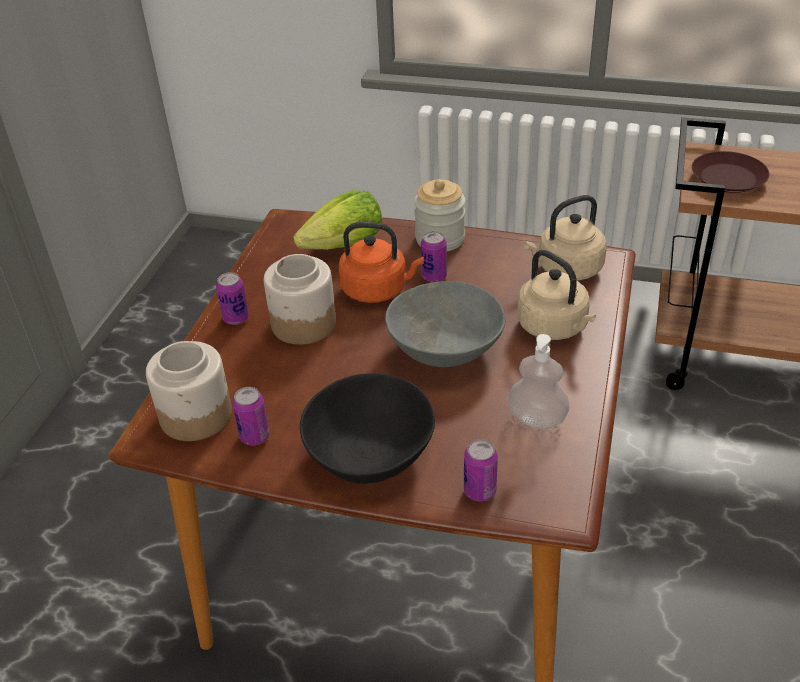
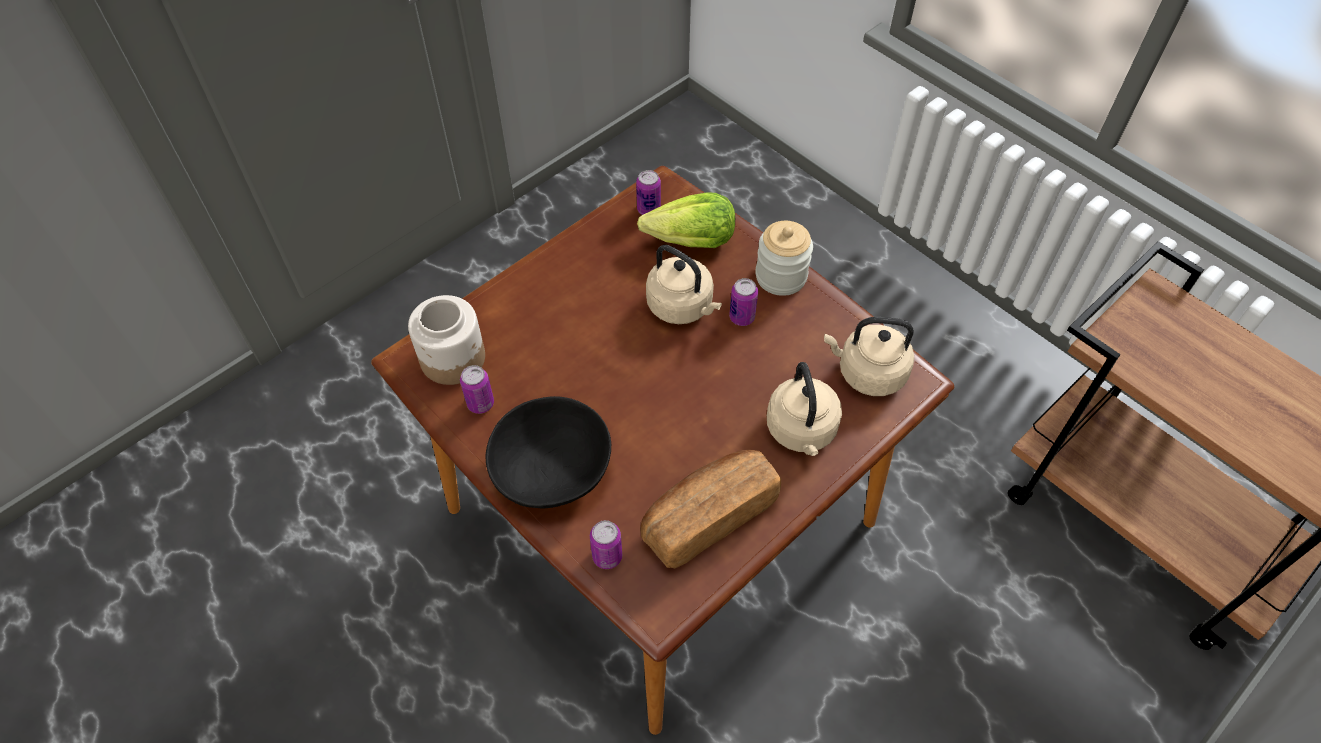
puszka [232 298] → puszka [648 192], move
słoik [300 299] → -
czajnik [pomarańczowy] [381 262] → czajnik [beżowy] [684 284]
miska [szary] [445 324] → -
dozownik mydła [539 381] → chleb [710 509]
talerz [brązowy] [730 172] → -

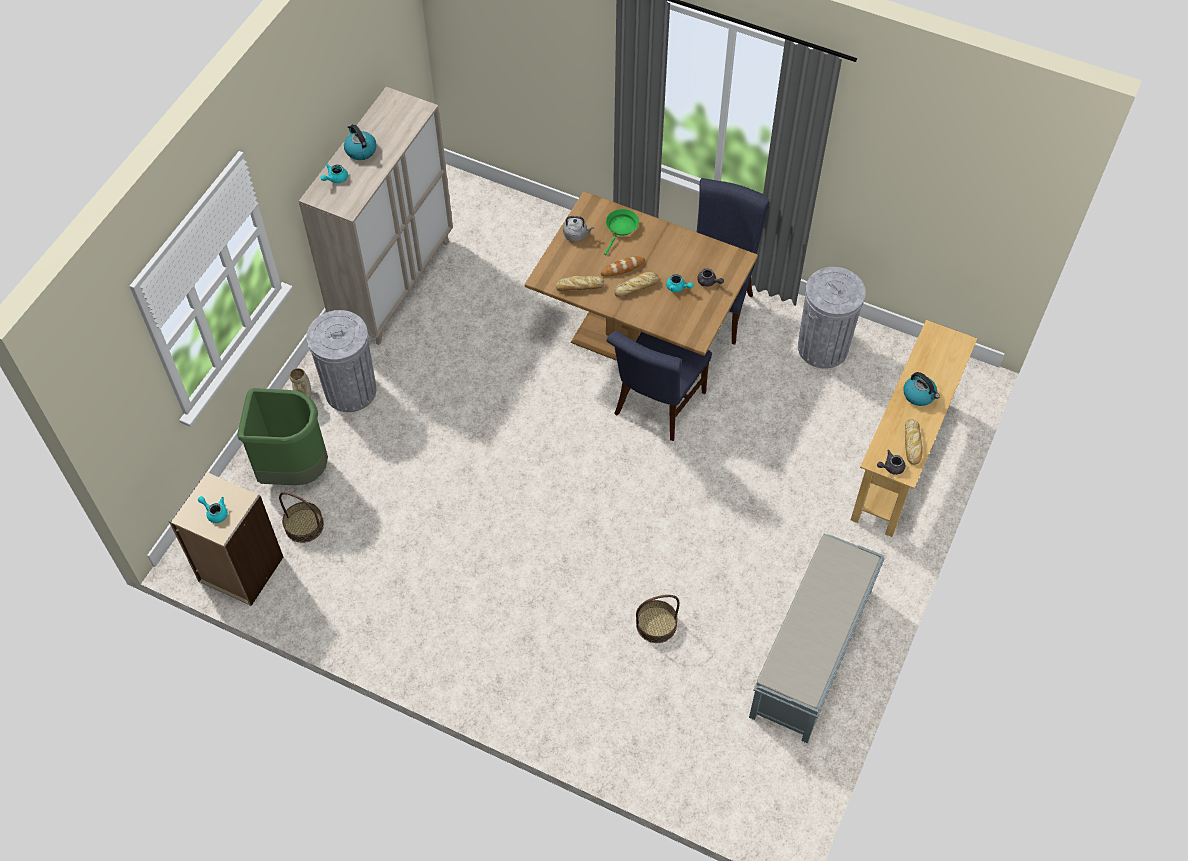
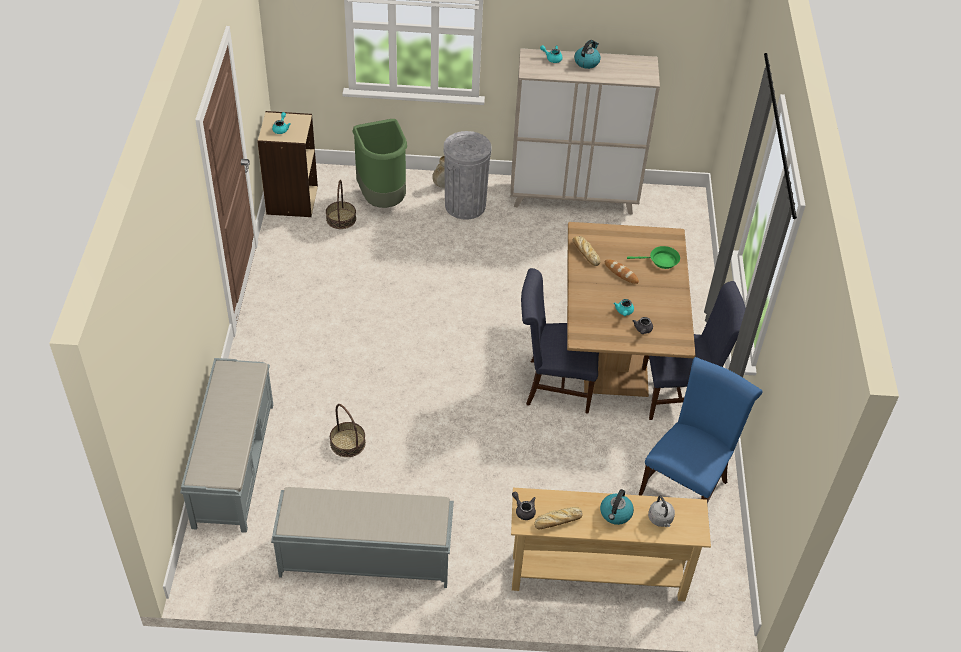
czajnik [szary] [578 229] → czajnik [szary] [661 511], move
chleb [636 284] → -
kosz na śmieci [szary] [832 318] → krzesło [niebieski] [701 430]
- → ławka [szary] [226 445]

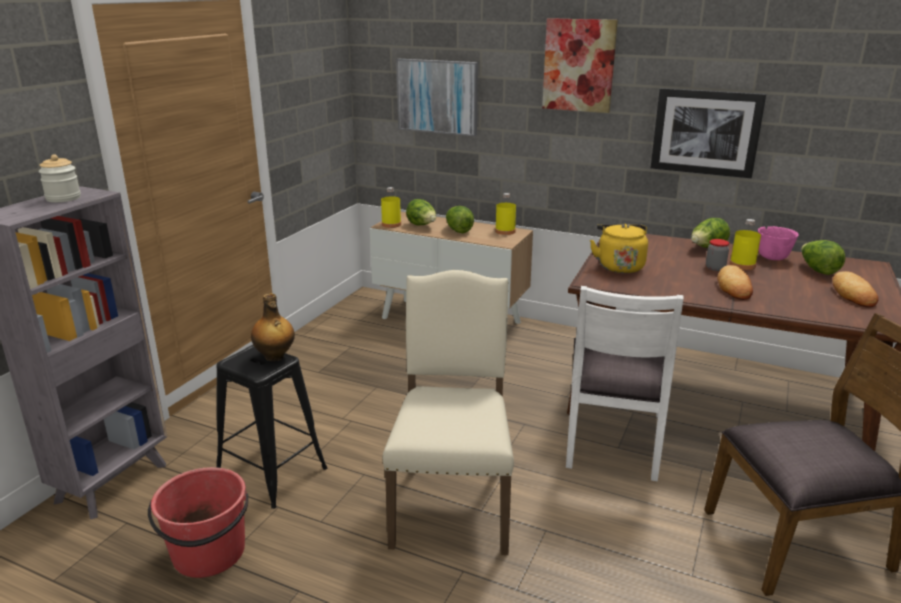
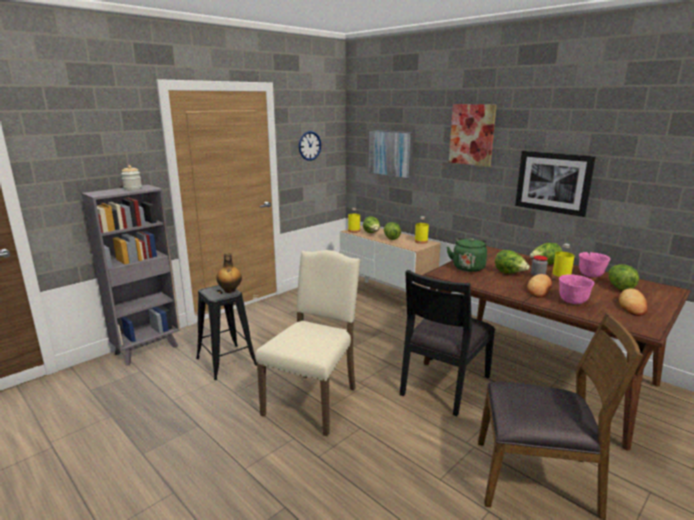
wiadro [czerwony] [198 522] → -
krzesło [biały] [624 384] → krzesło [czarny] [447 343]
czajnik [żółty] [619 248] → czajnik [zielony] [467 255]
- → zegar ścienny [310 146]
- → sałata [512 261]
- → miska [różowy] [576 289]

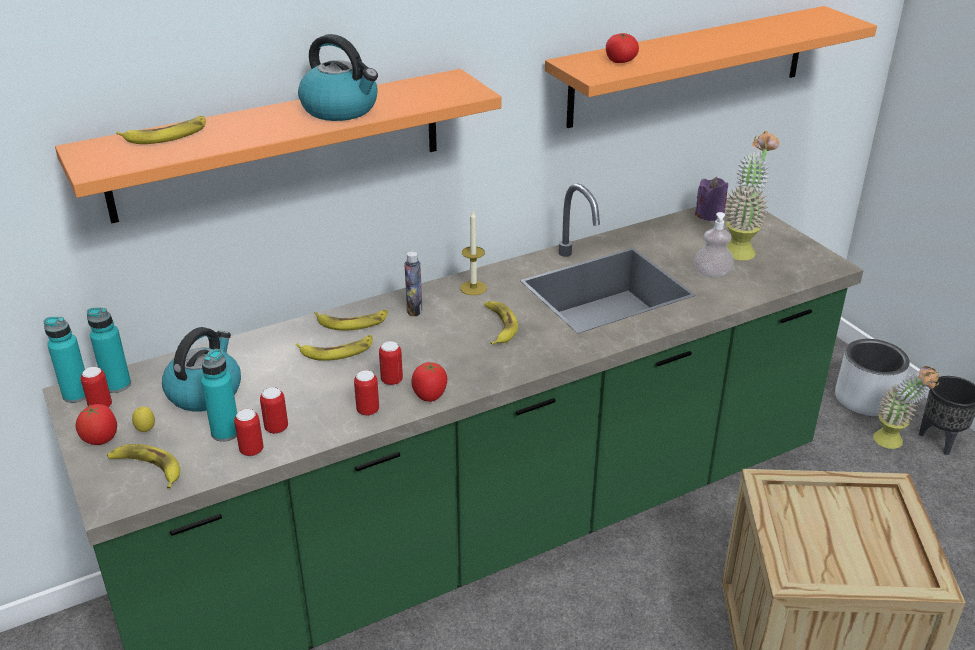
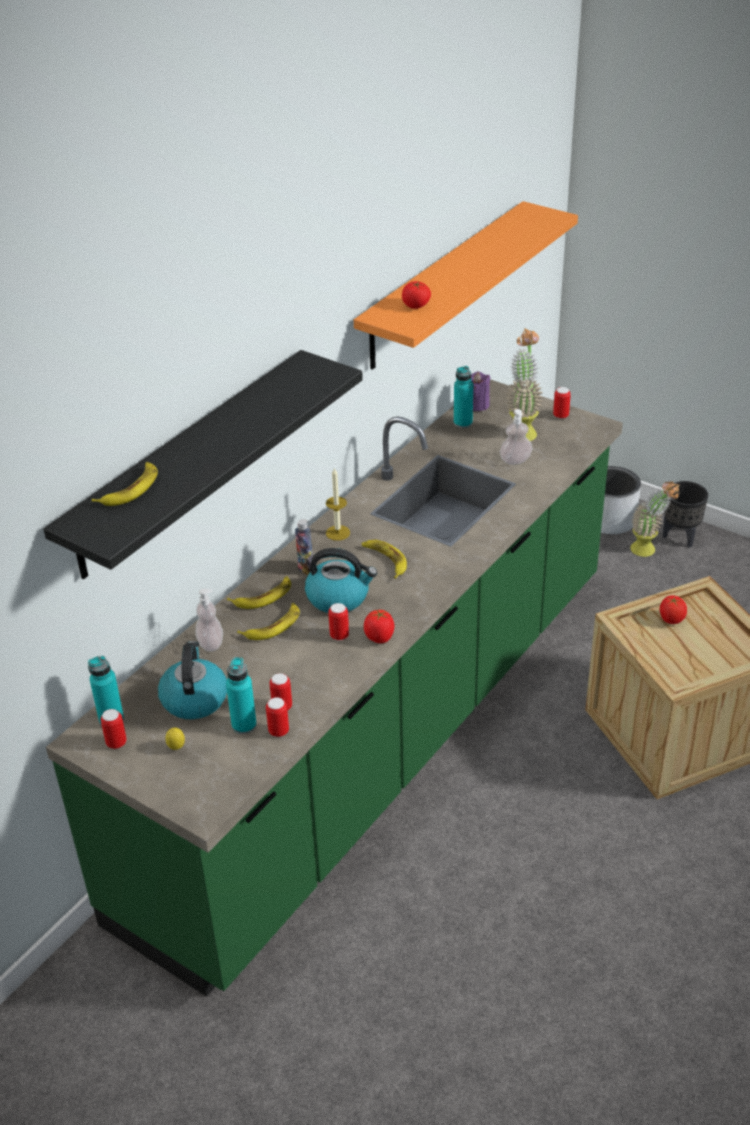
butelka [turkusowy] [65 360] → butelka [turkusowy] [463 397], move
półka [pomarańczowy] [278 146] → półka [czarny] [203 465]
pomidor [96 424] → pomidor [673 609], move
banan [143 466] → -
czajnik [338 77] → czajnik [341 580], move
puszka [366 393] → puszka [562 403], move
- → dozownik mydła [209 620]

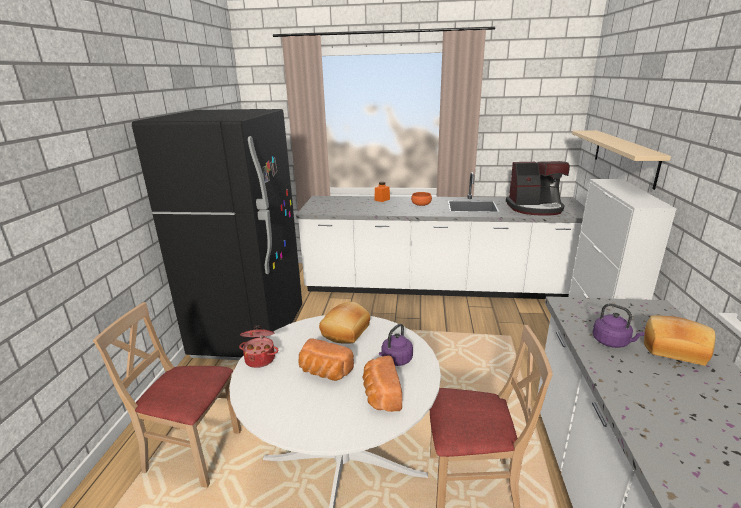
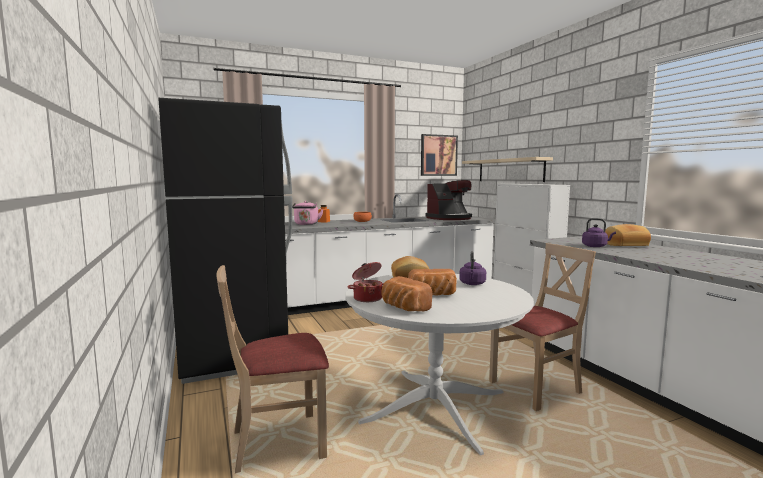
chleb [382 383] → chleb [406 293], move
- → czajnik [różowy] [308 213]
- → obraz [439 155]

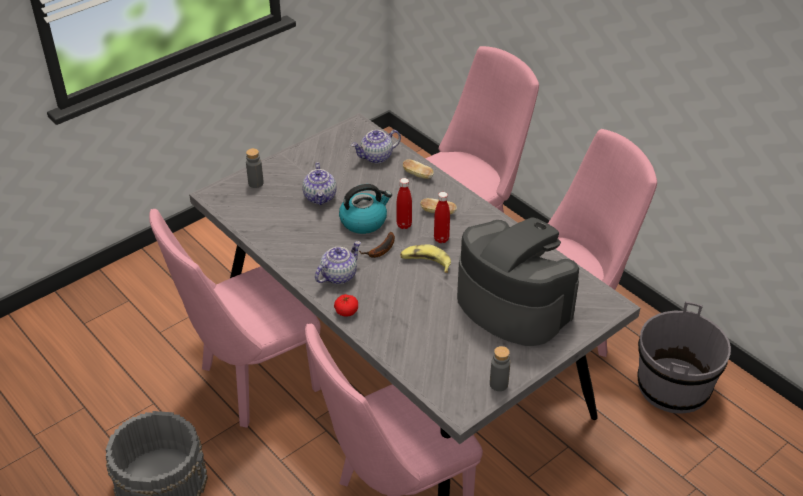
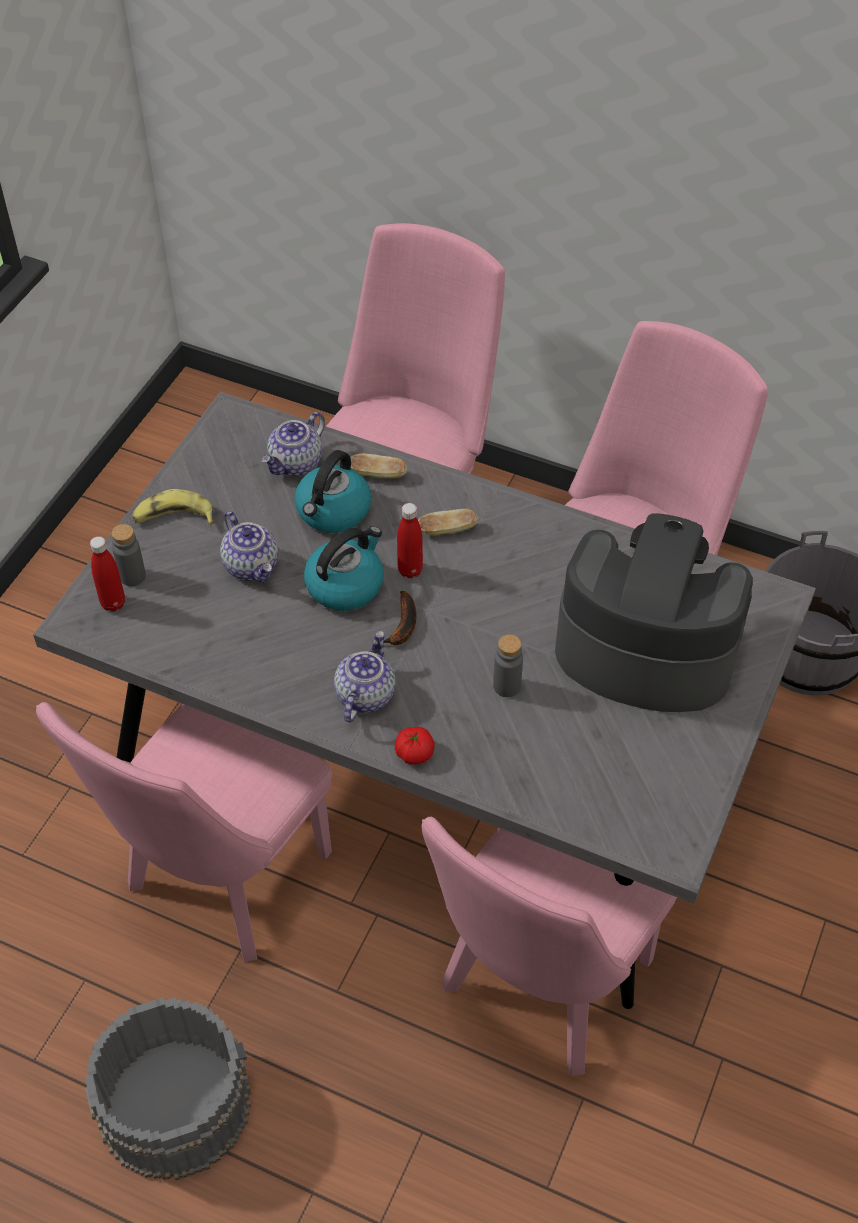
banan [425 258] → banan [173 507], move
butelka [czerwony] [442 217] → butelka [czerwony] [107 574], move
butelka [szary] [500 368] → butelka [szary] [508 665], move
- → czajnik [333 491]

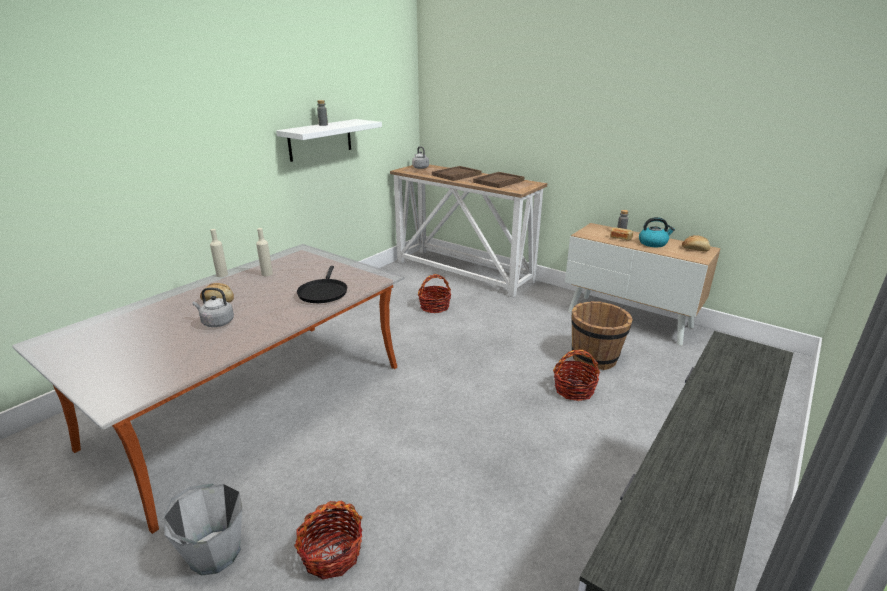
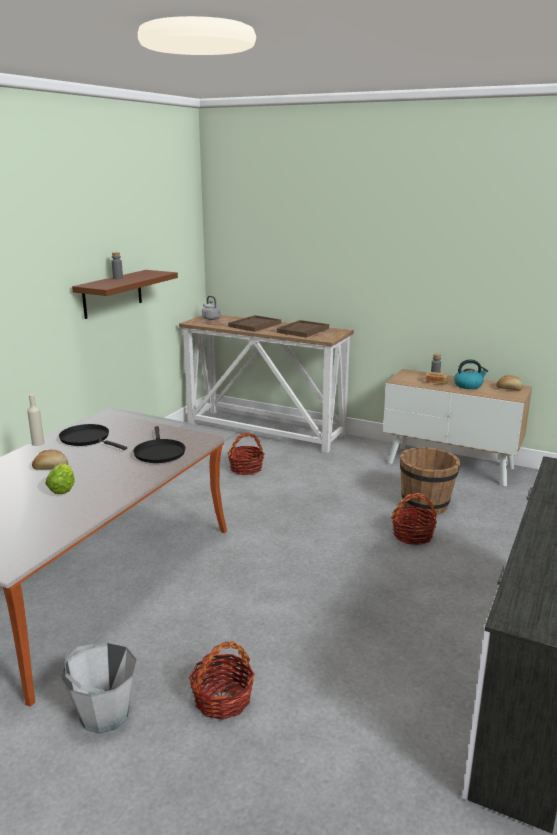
czajnik [szary] [213 307] → sałata [60 478]
butelka [beżowy] [264 252] → patelnia [czarny] [93 437]
półka [biały] [329 140] → półka [brązowy] [125 294]

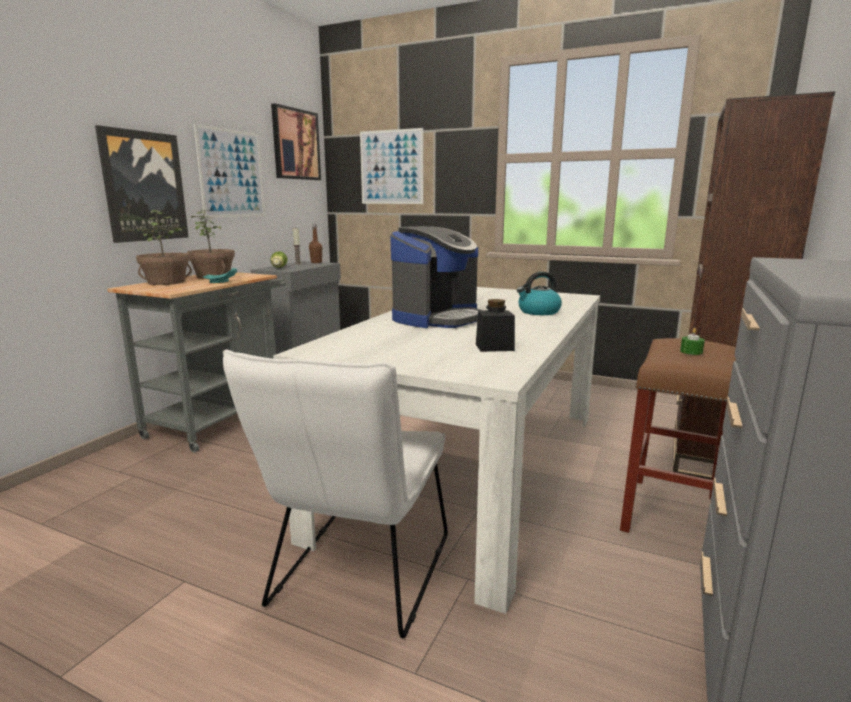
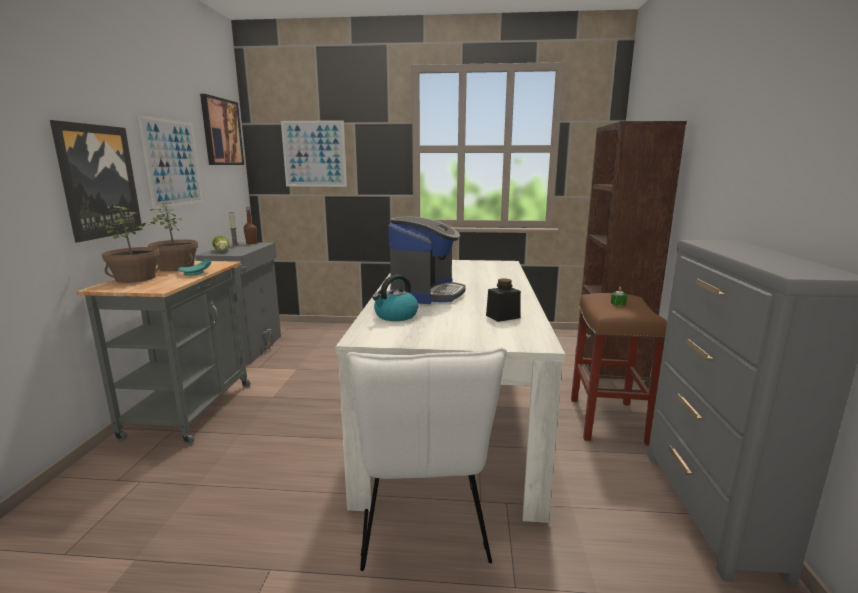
czajnik [539 293] → czajnik [395 298], move

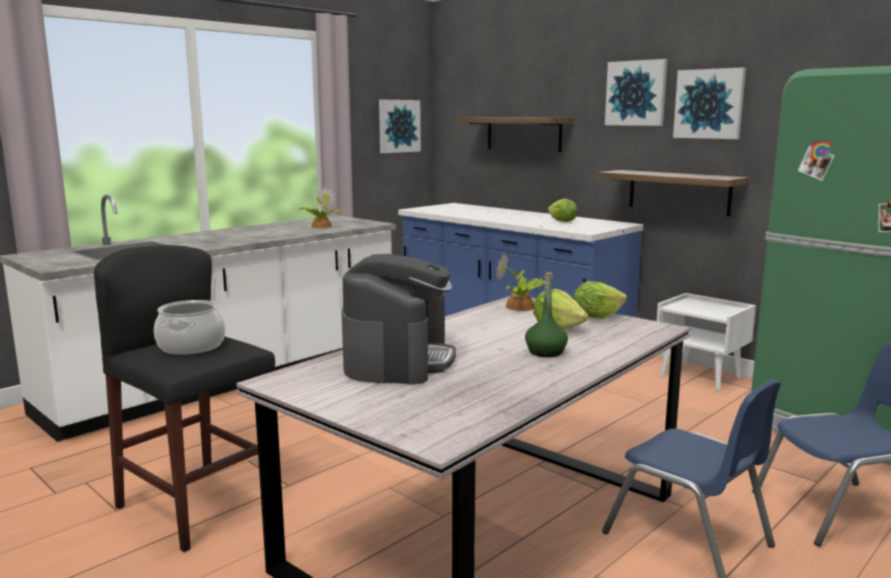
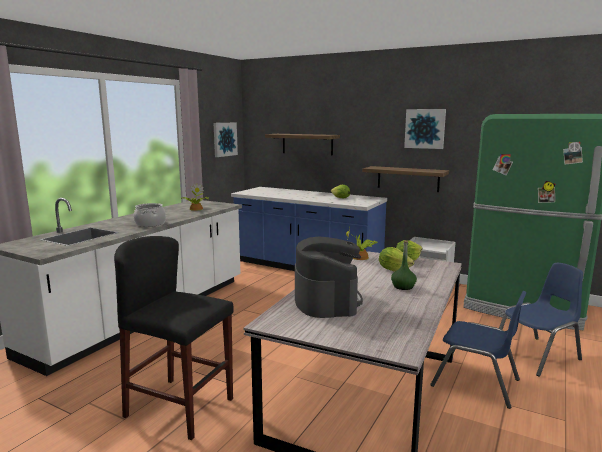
garnek [189 327] → garnek [149 215], move
obraz [636 92] → -

